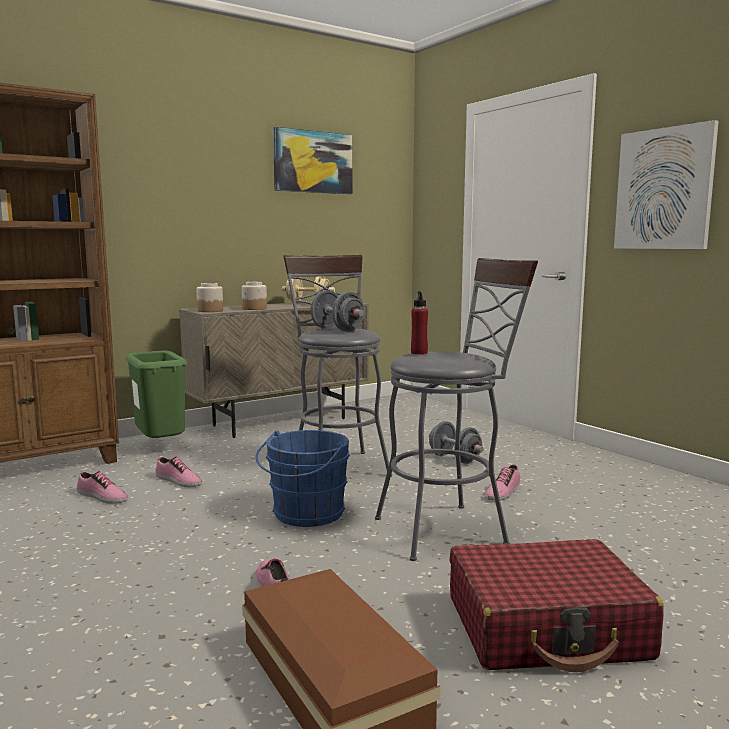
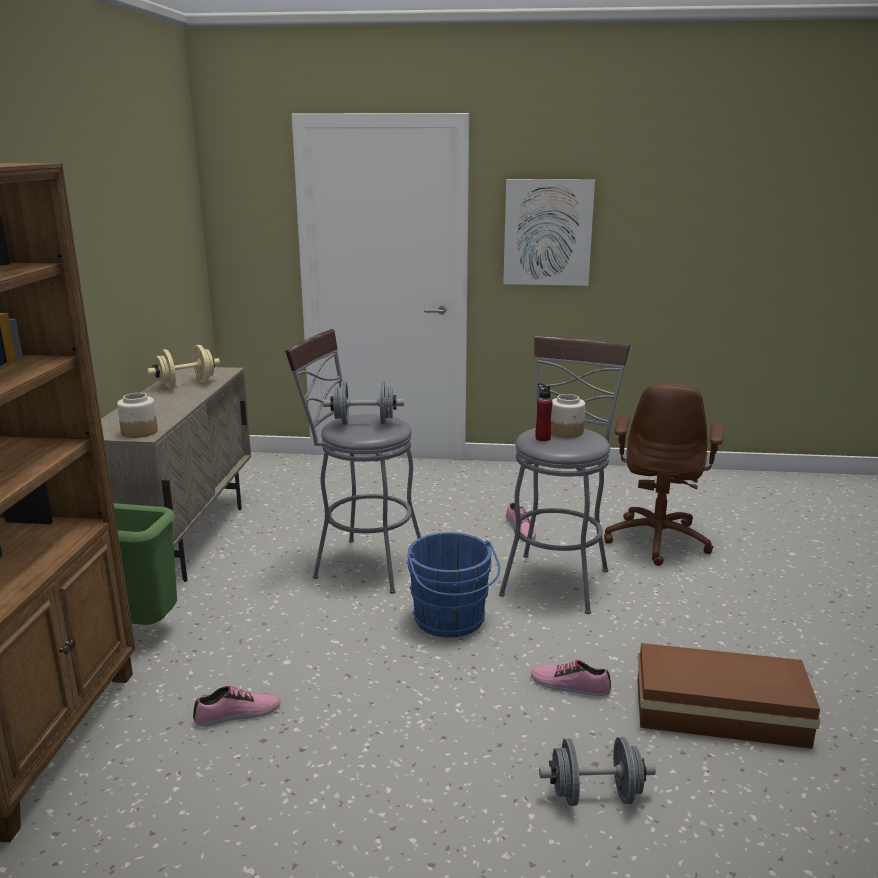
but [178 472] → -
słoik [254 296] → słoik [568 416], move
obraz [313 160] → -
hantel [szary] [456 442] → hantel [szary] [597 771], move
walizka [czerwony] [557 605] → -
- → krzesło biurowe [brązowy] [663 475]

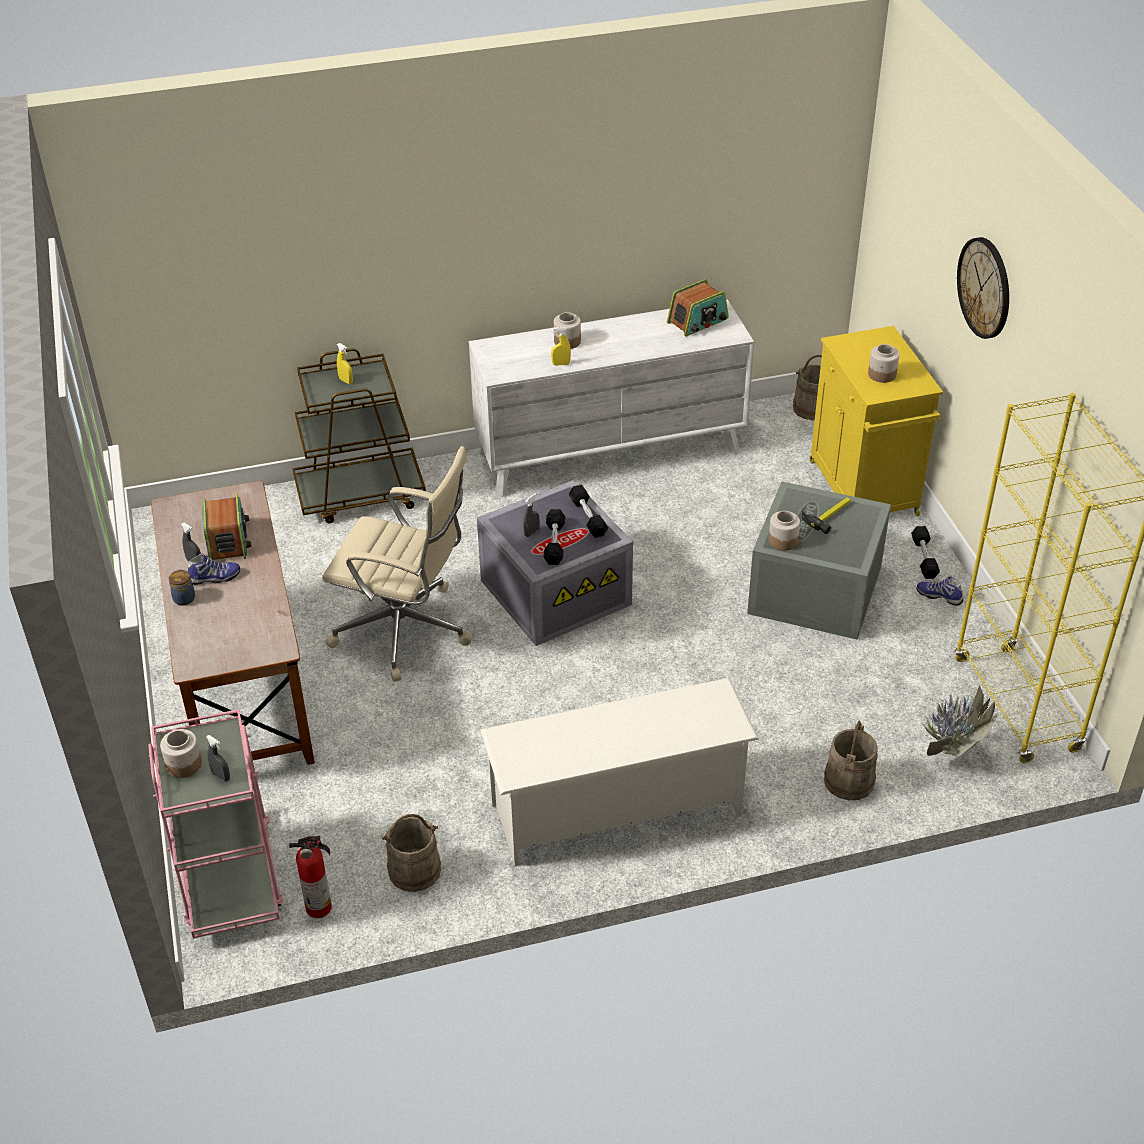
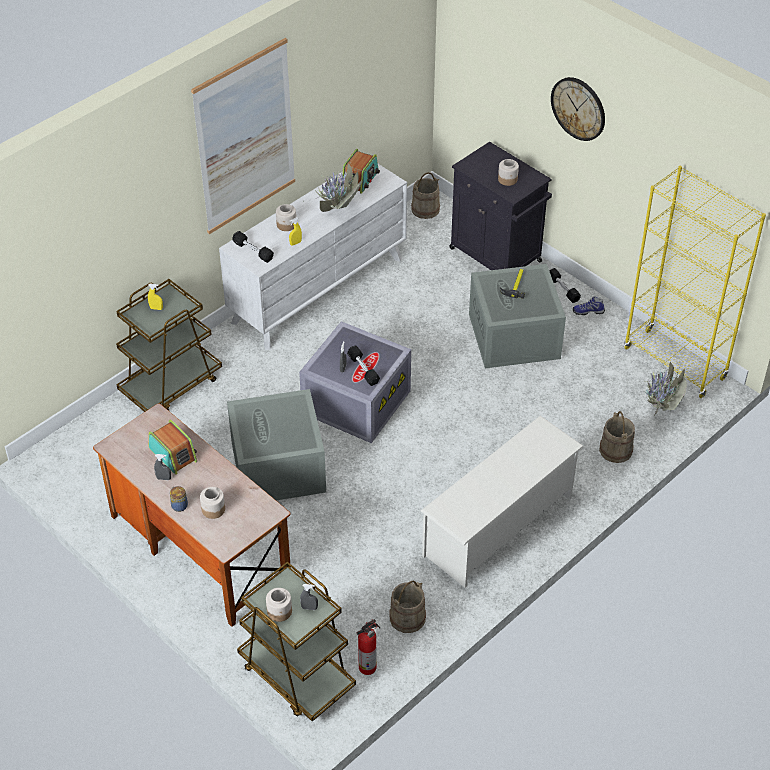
wózek [różowy] [215 824] → wózek [brązowy] [296 641]
but [213 569] → -
krzesło biurowe [beżowy] [396 564] → pojemnik do przechowywania [szary] [276 444]
hantel [czarny] [588 511] → hantel [czarny] [253 247], move
słoik [784 531] → słoik [212 503], move
szafka [żółty] [876 421] → szafka [czarny] [500 206]
- → obraz [243 136]
- → roślina doniczkowa [337 187]

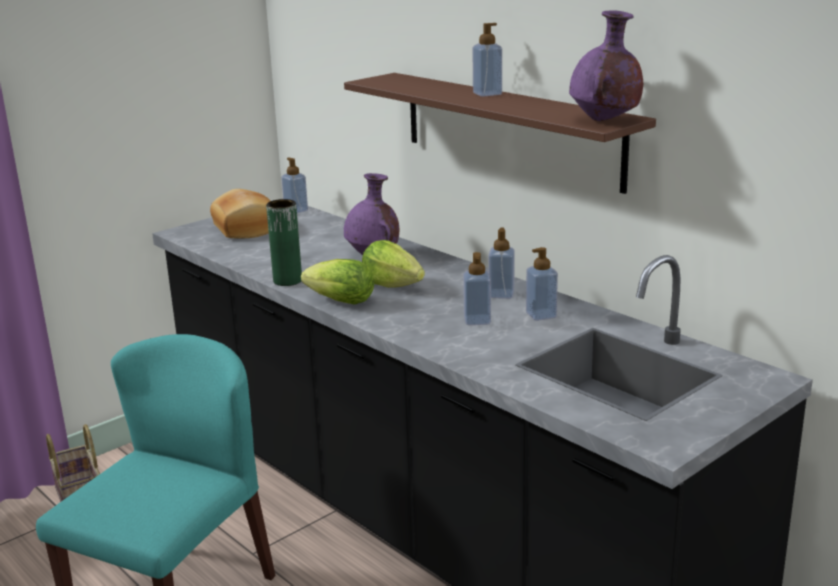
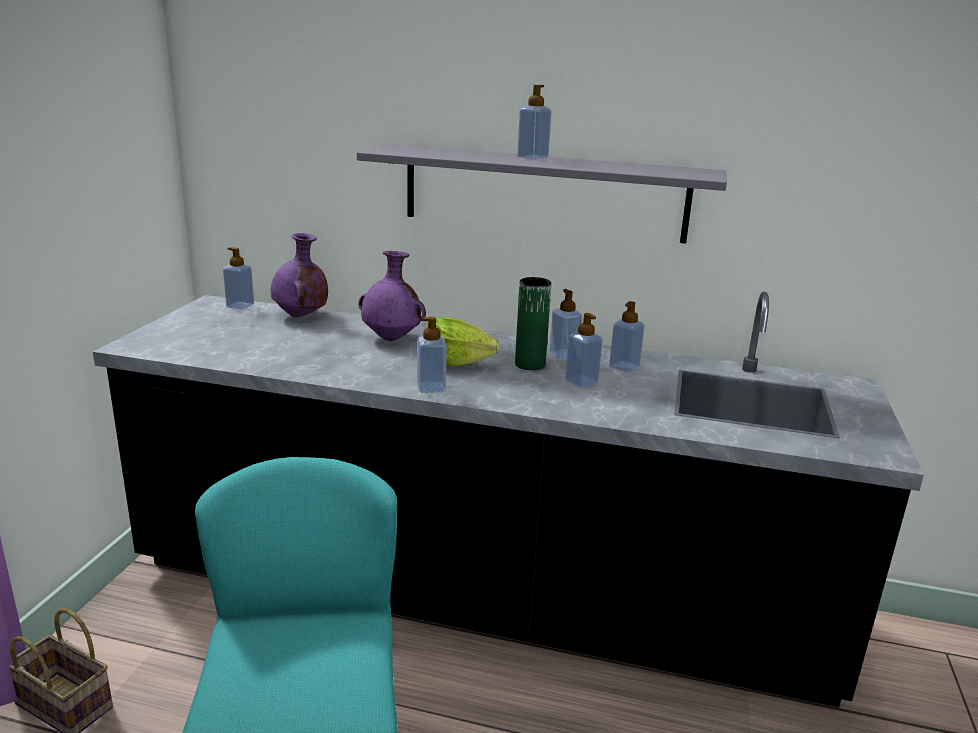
chleb [240 213] → -
wazon [zielony] [284 242] → wazon [zielony] [533 323], move
sałata [337 282] → dozownik mydła [432 355]
półka [brązowy] [500 133] → półka [szary] [542 194]
wazon [fioletowy] [606 65] → wazon [fioletowy] [299 275], move

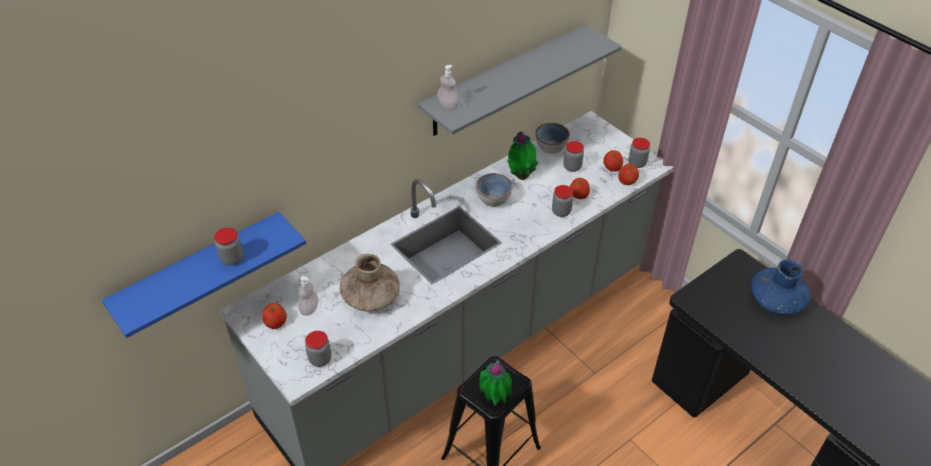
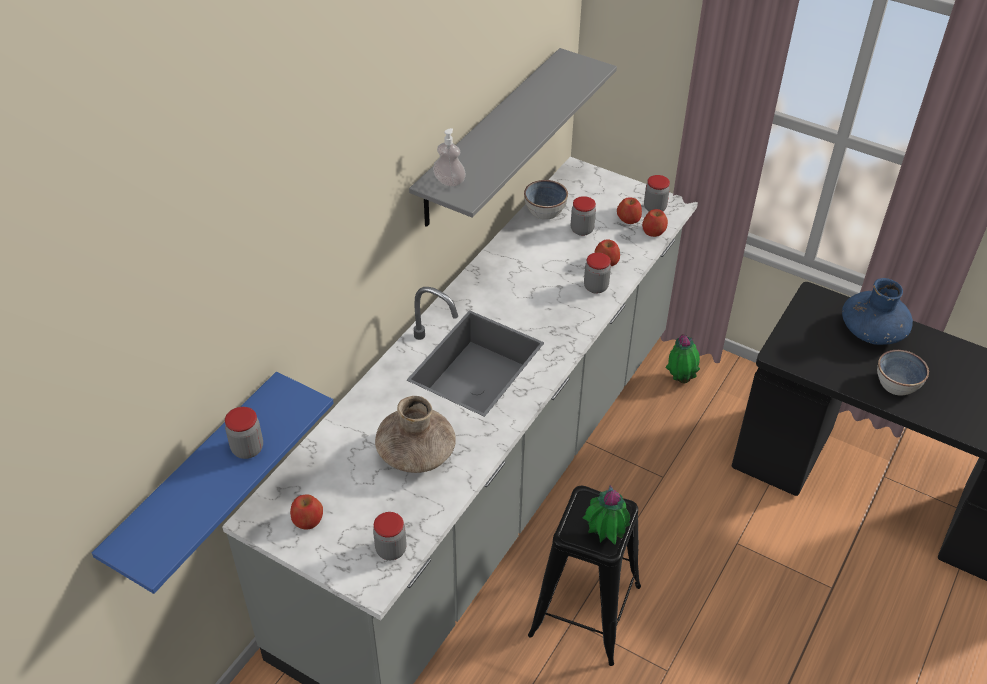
dozownik mydła [308 296] → -
miska [494 190] → miska [903 373], move
roślina doniczkowa [523 156] → roślina doniczkowa [682 359], move

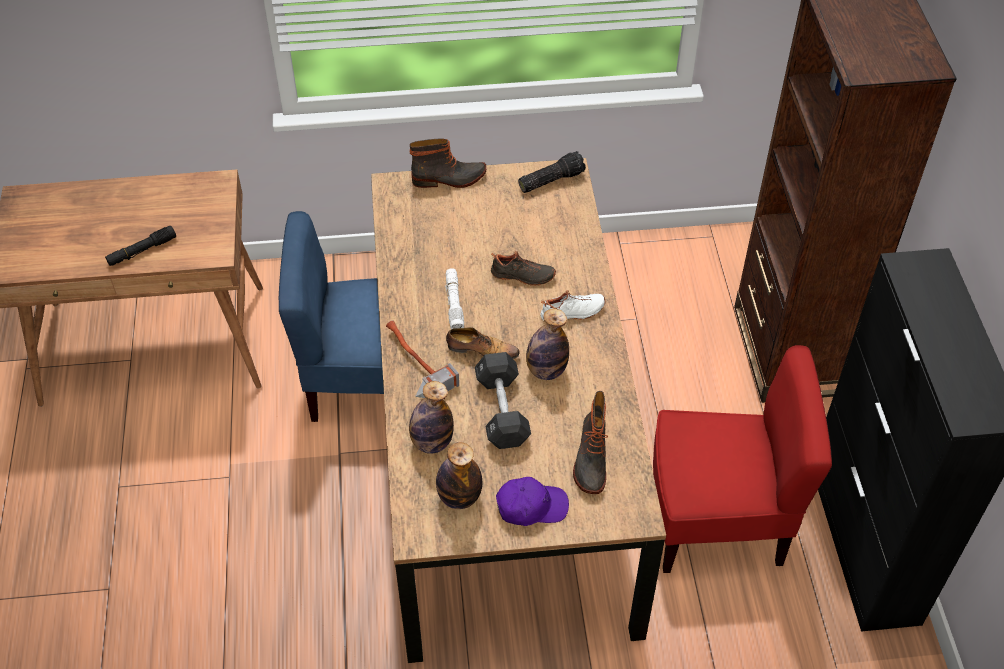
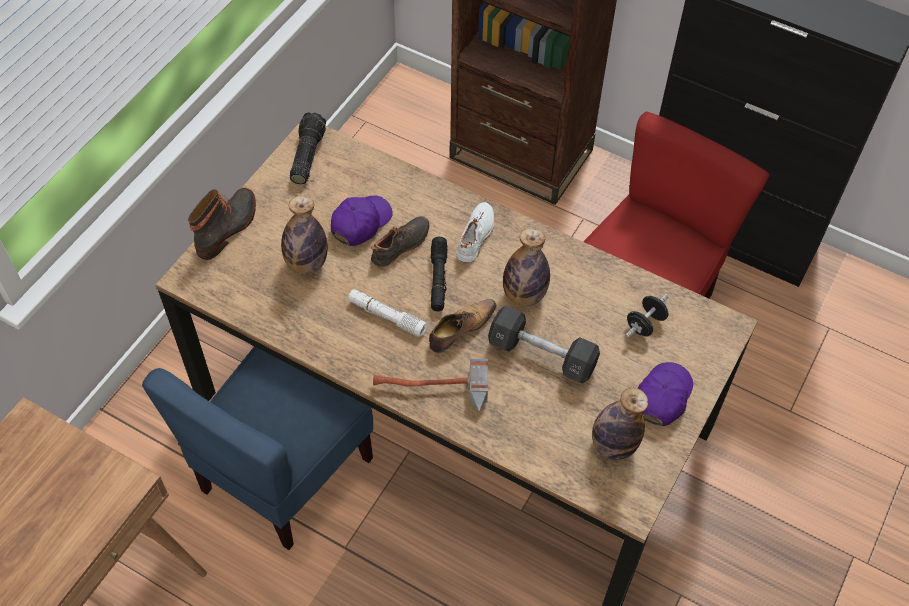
latarka [czarny] [140 246] → latarka [czarny] [439 274], move
butelka [431 417] → butelka [304 235], move
but z cholewką [590 442] → hantel [czarny] [647 316]
- → czapka z daszkiem [fioletowy] [362 221]

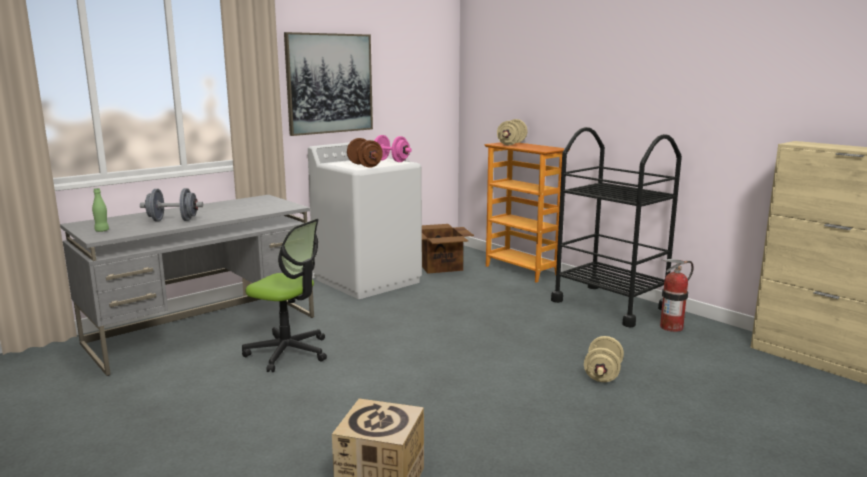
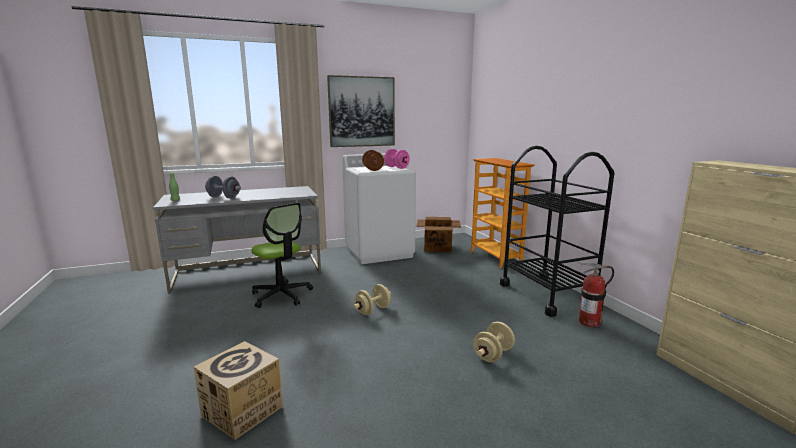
hantel [beżowy] [512 132] → hantel [beżowy] [372 299], move

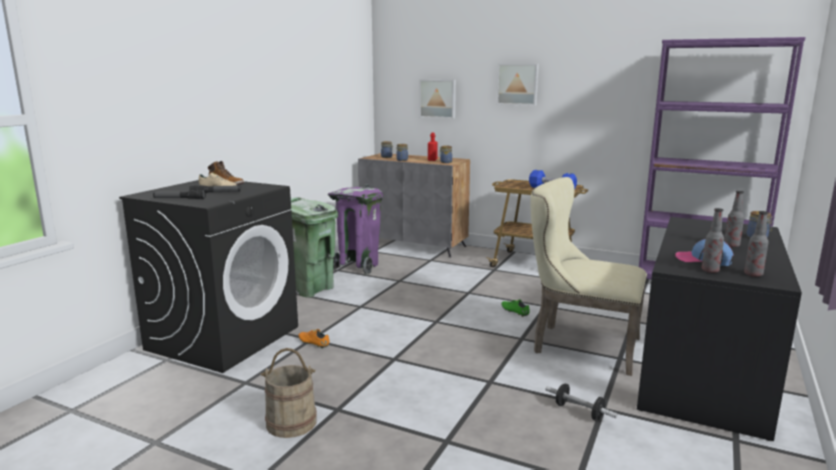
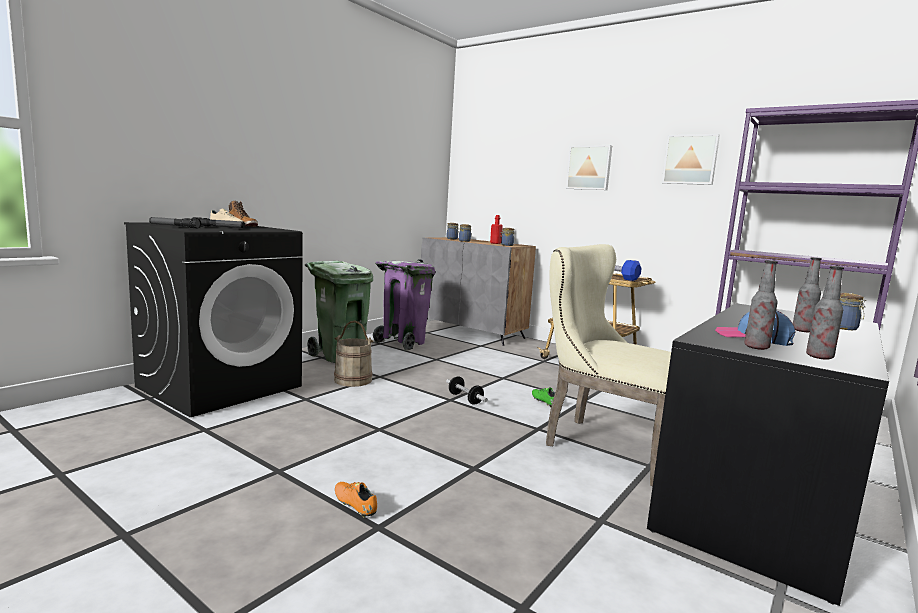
wiadro [beżowy] [289 393] → wiadro [beżowy] [354 354], move
but [pomarańczowy] [313 339] → but [pomarańczowy] [356 500], move
obraz [437 99] → obraz [691 159], move
hantel [581 402] → hantel [467 390], move

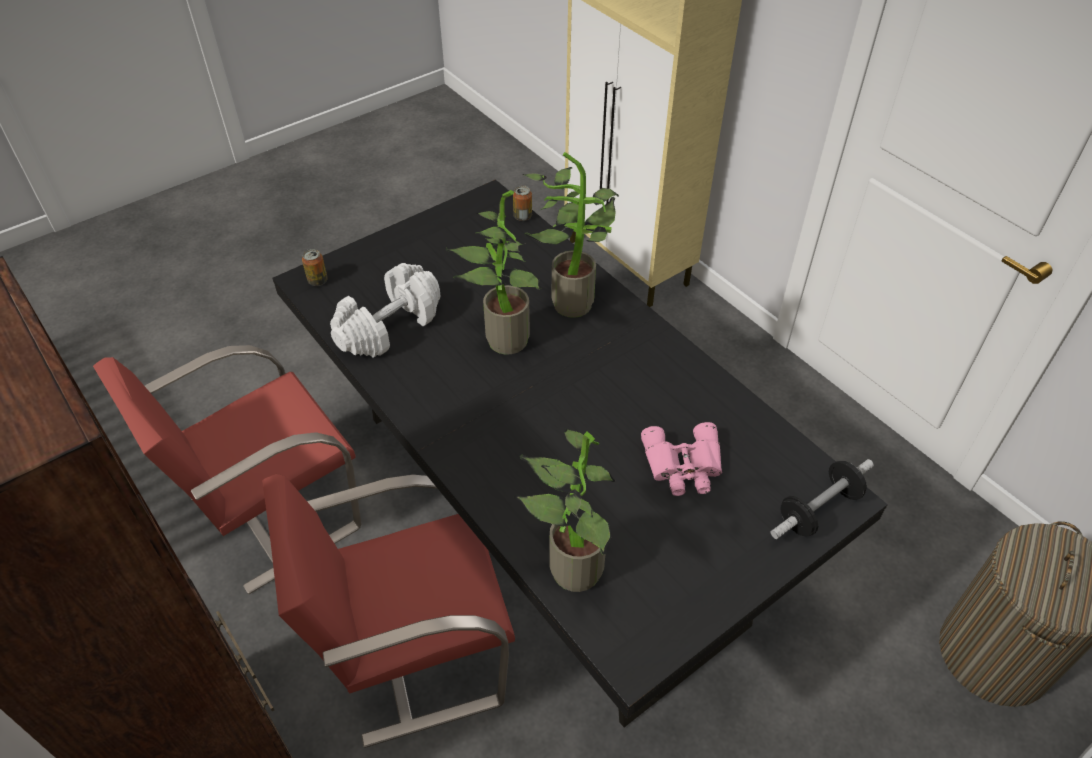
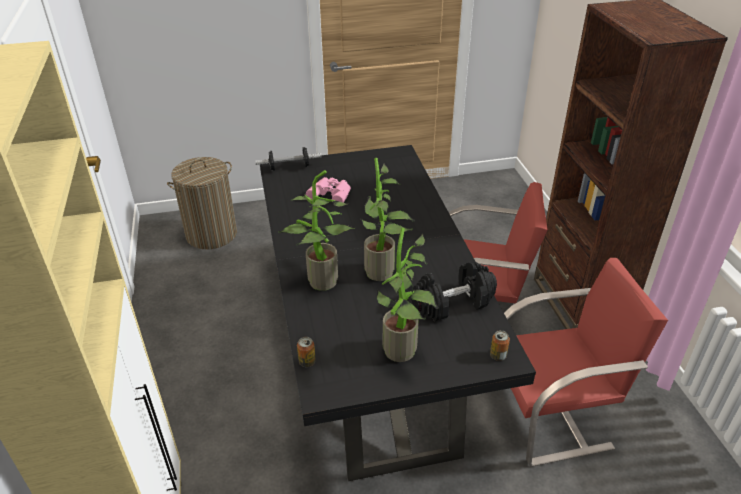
hantel [biały] [385 310] → hantel [czarny] [454 291]
roślina doniczkowa [564 510] → roślina doniczkowa [408 295], move

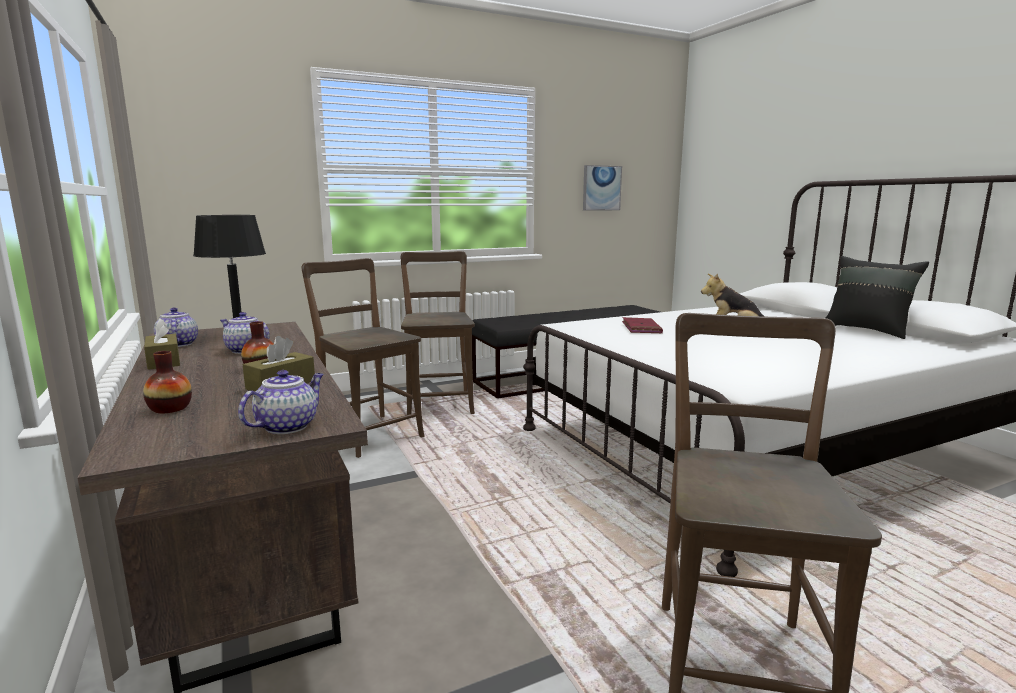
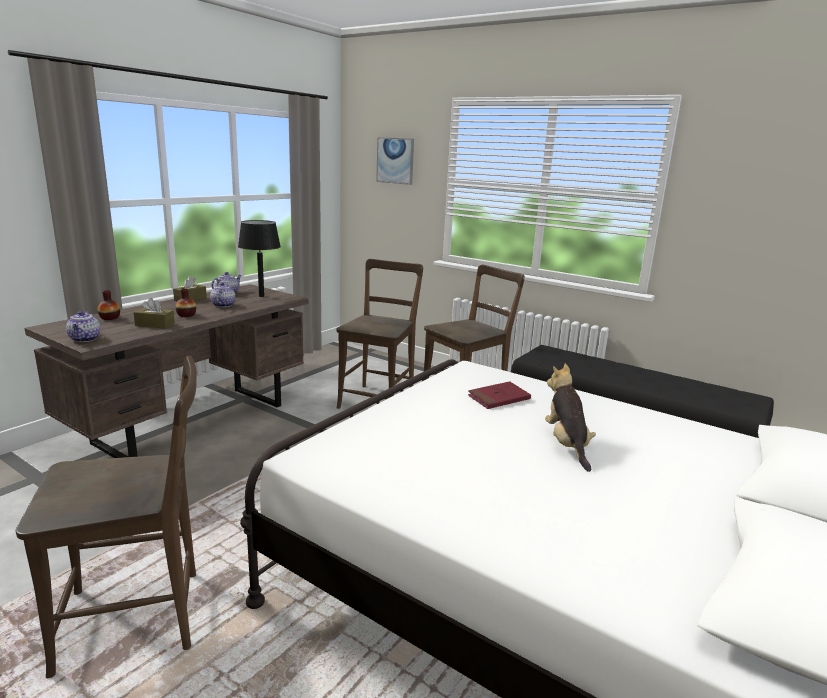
imbryk [281 402] → imbryk [83 326], 75 degrees clockwise
obraz [602 188] → obraz [395 161], move
poduszka [czarny] [877 297] → -

